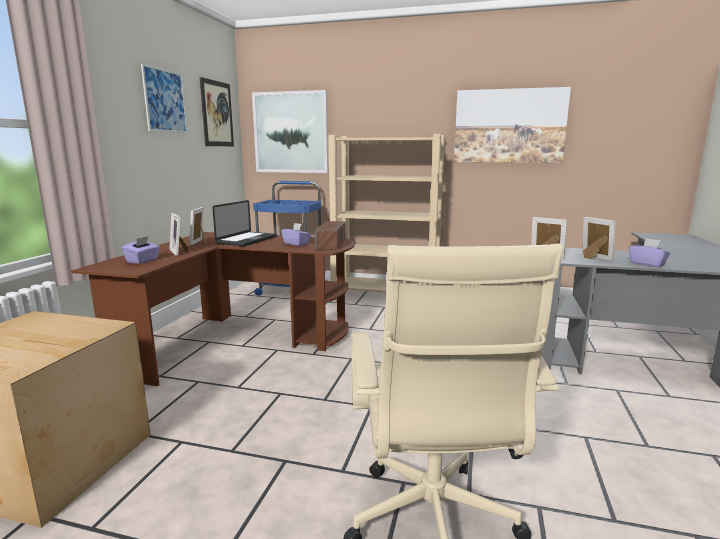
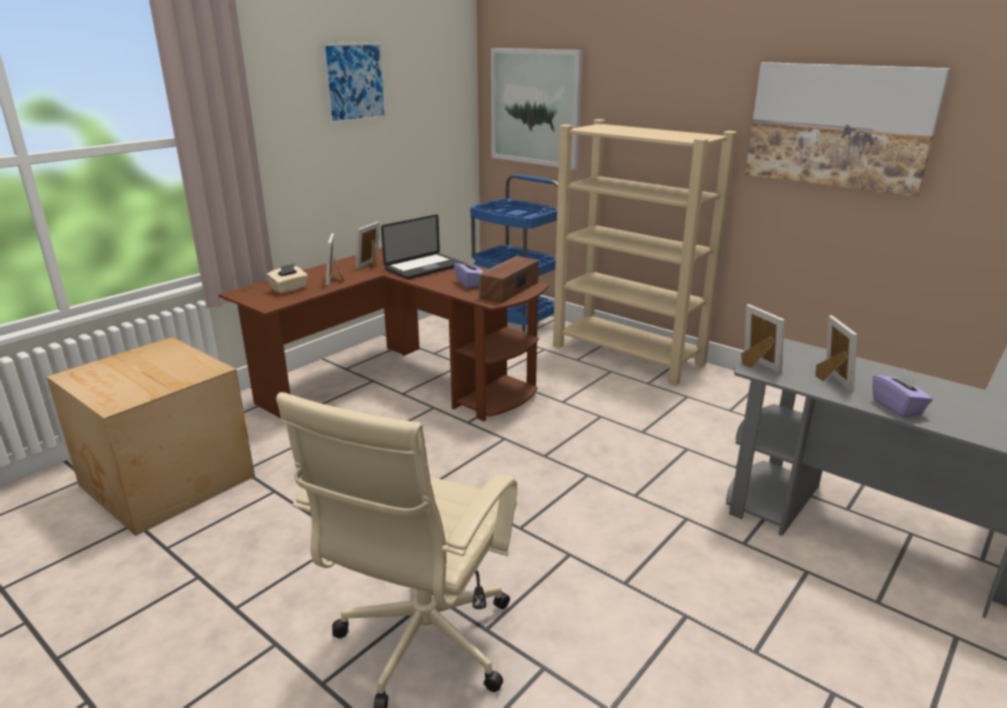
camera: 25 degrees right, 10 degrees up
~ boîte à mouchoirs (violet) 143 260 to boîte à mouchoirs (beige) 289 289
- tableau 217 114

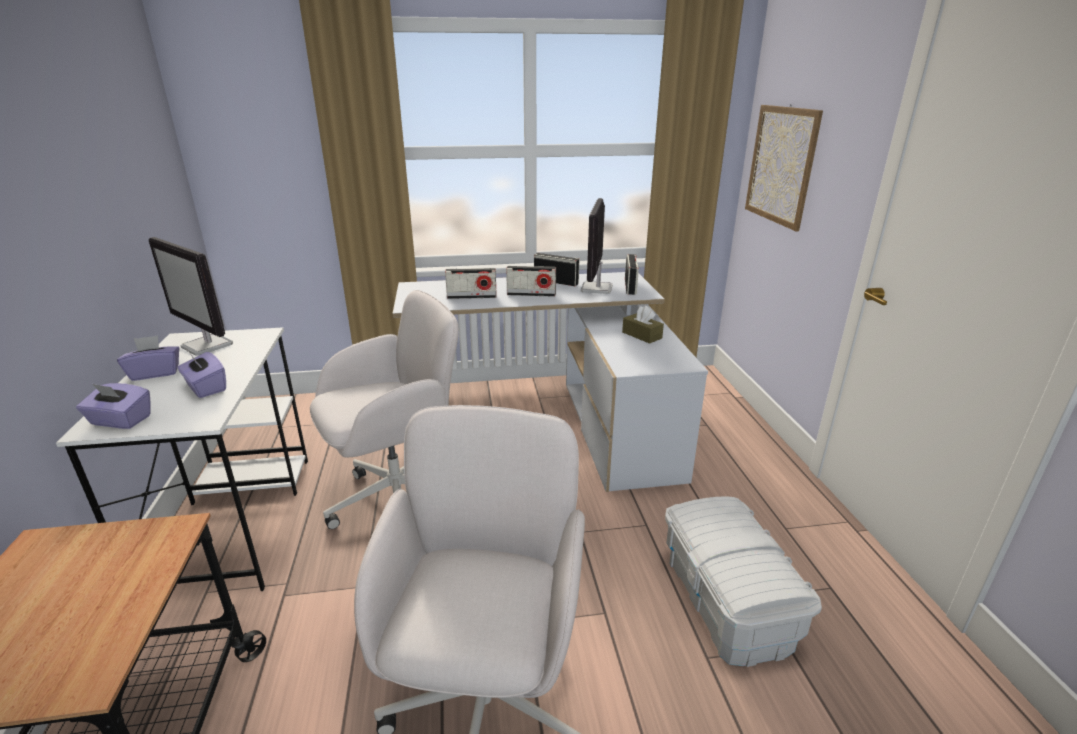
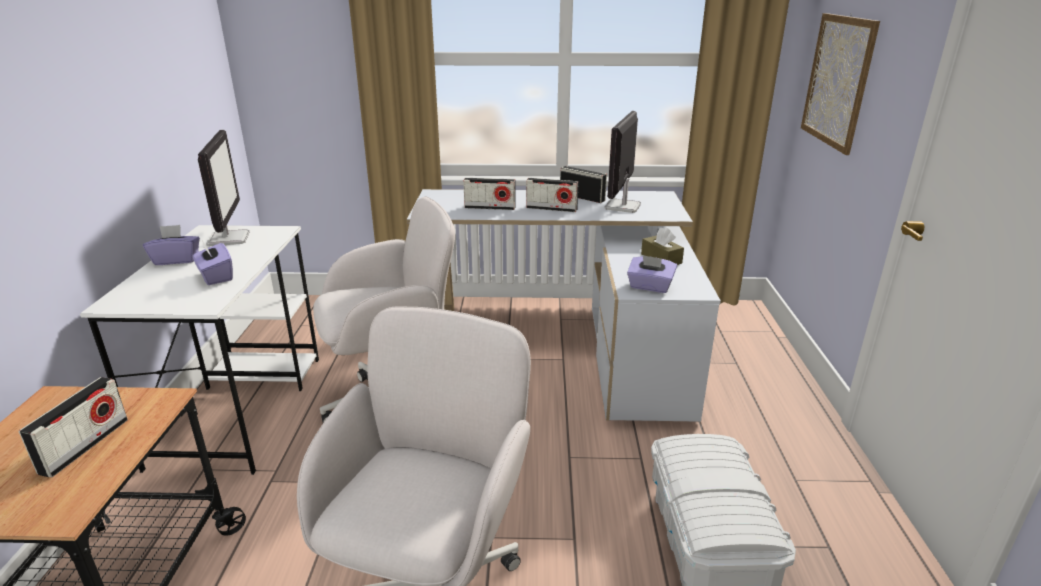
camera: 10 degrees right, 0 degrees up
~ boîte à mouchoirs (violet) 120 421 to 650 287
~ écran d'ordinateur 208 346 = 228 238 150 degrees counterclockwise
~ radio 630 286 to 85 446

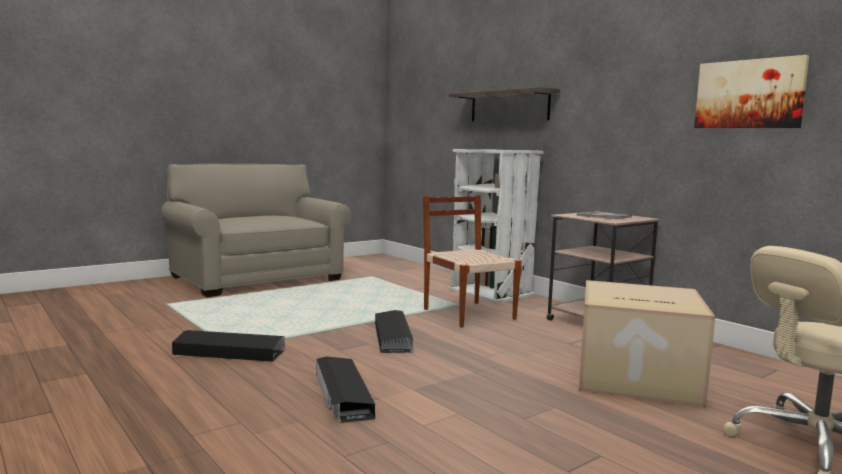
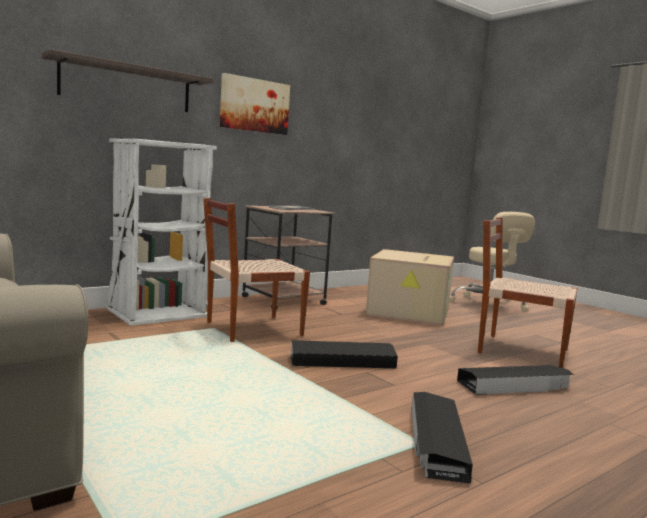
camera: 90 degrees left, 0 degrees up
~ tableau 749 94 to 254 105
+ chaise 520 351

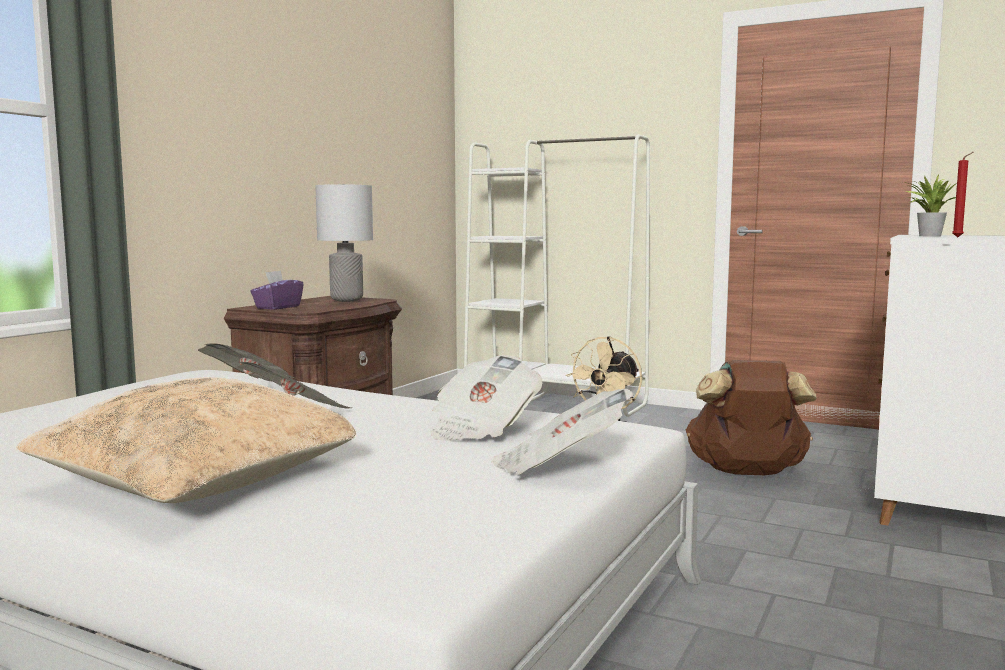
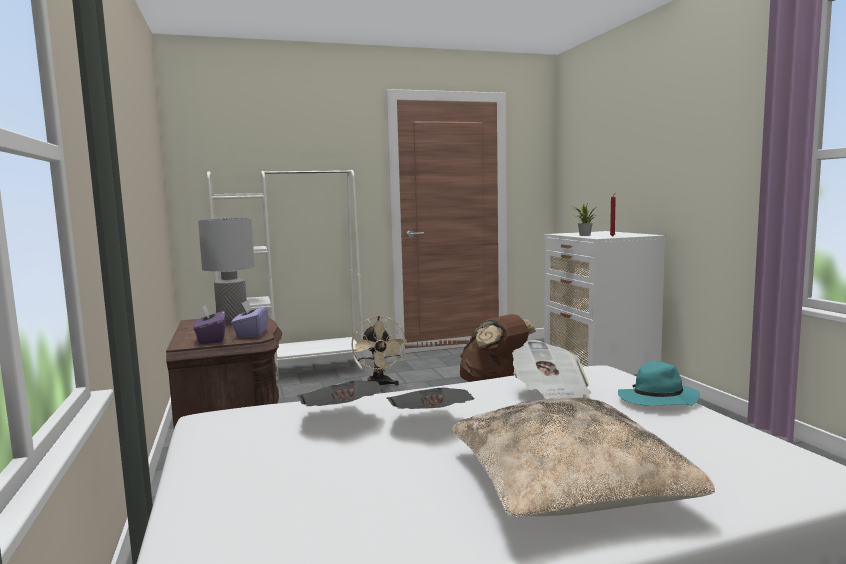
camera: 45 degrees left, 0 degrees up
~ journal 559 467 to chapeau (turquoise) 657 400
+ boîte à mouchoirs (violet) 251 334

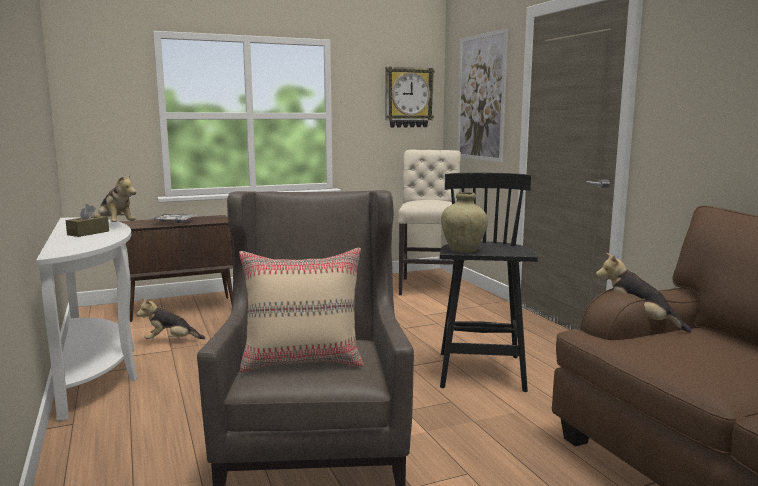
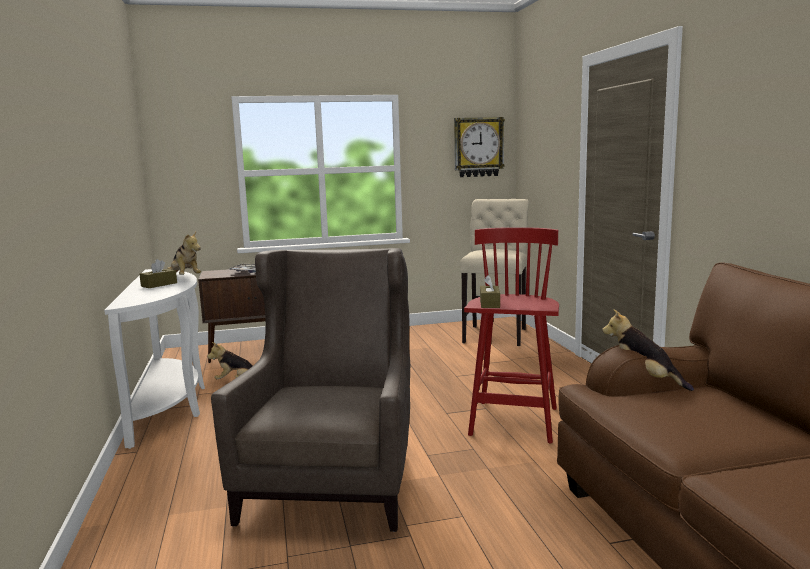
camera: 10 degrees right, 0 degrees up
- coussin (beige) 303 362
~ tabouret (noir) 481 373 to tabouret (rouge) 514 422
~ vase (beige) 463 250 to boîte à mouchoirs (marron) 489 303
- tableau 481 97

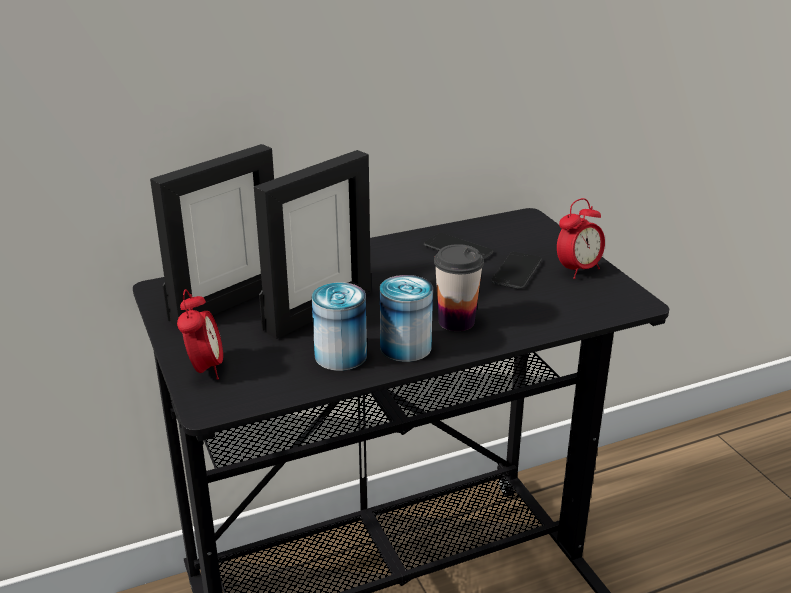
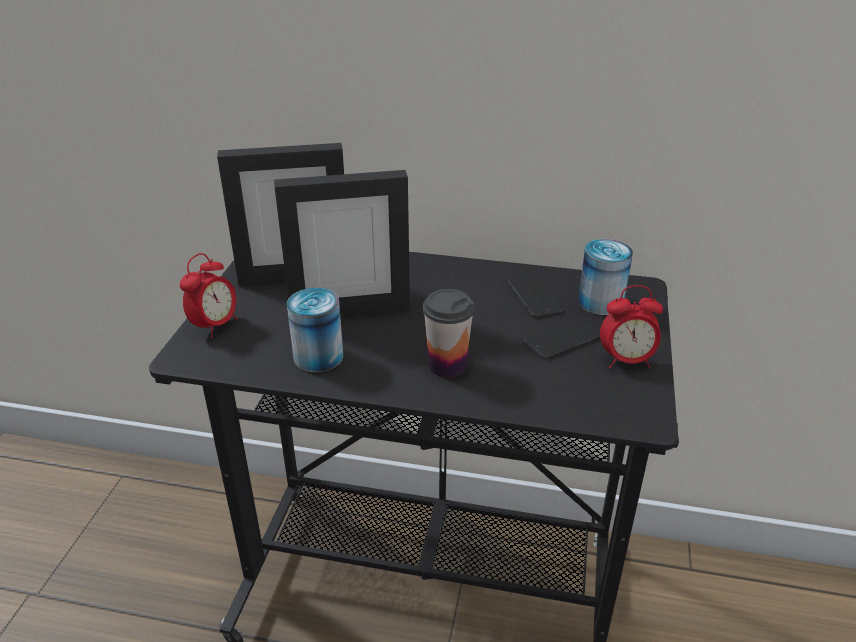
camera: 35 degrees right, 5 degrees up
~ boîte métallique 405 347 to 600 302

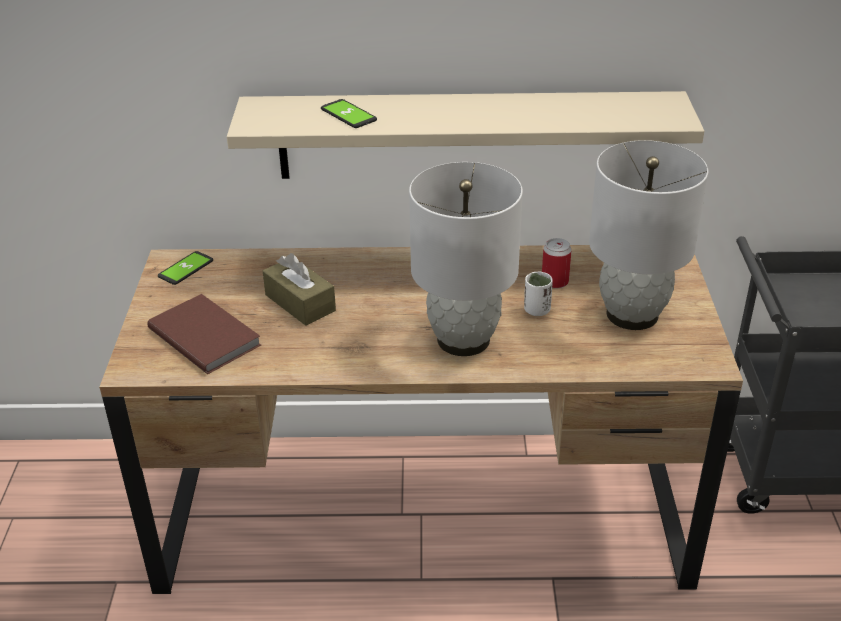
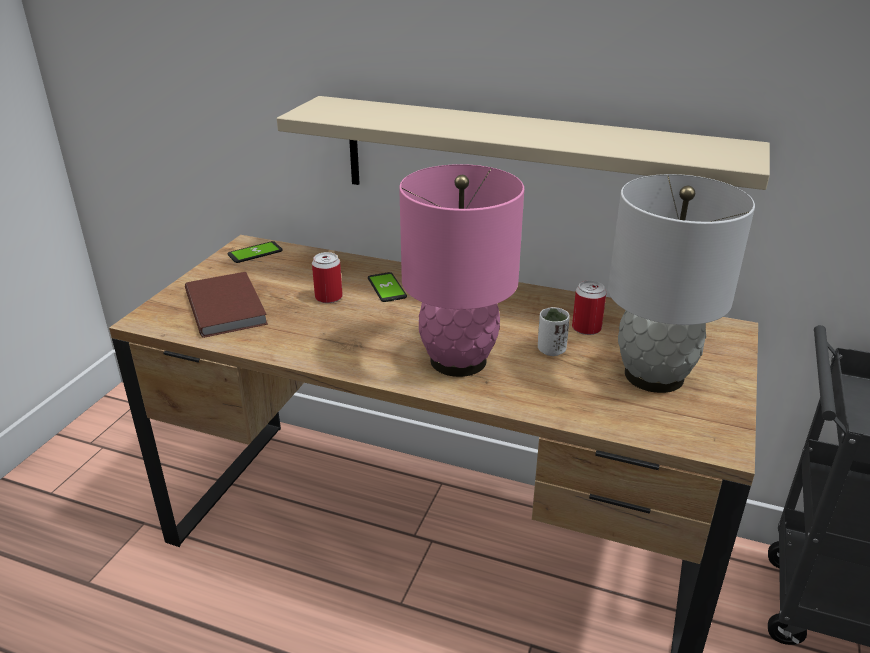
camera: 20 degrees right, 5 degrees down
~ boîte à mouchoirs (marron) 300 303 to boîte métallique 328 297
~ téléphone 348 115 to 387 288
~ lampe de table (blanc) 464 340 to lampe de table (rose) 458 361

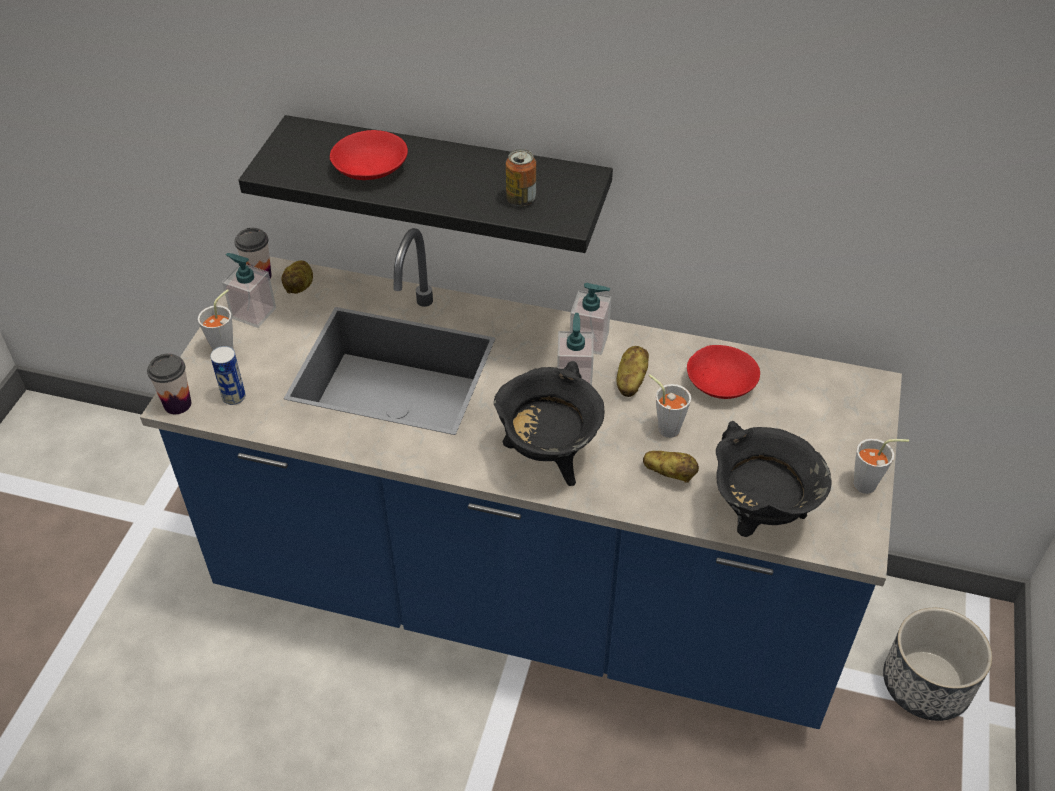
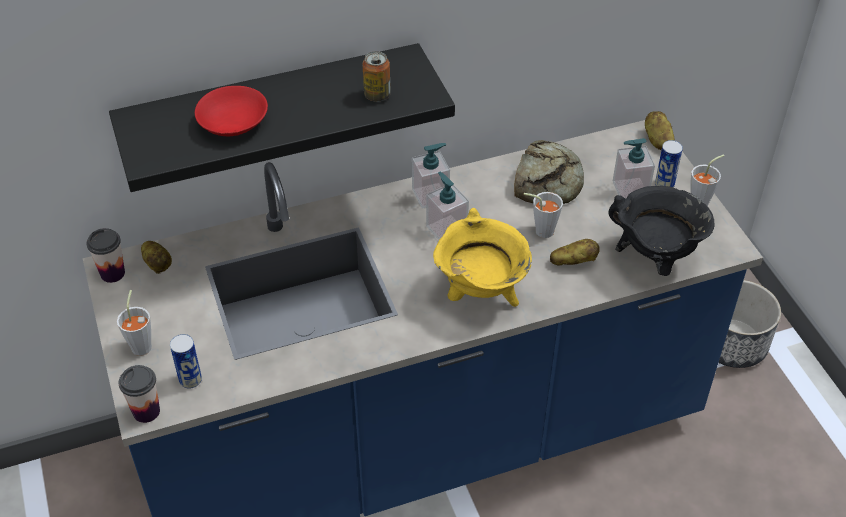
camera: 35 degrees left, 0 degrees up
~ distributeur de savon 253 313 to 630 189
~ marmite (noir) 549 456 to marmite (jaune) 481 294
~ pomme de terre 630 381 to 657 140
~ bol (rouge) 720 382 to pain 548 180
+ boîte métallique 664 184

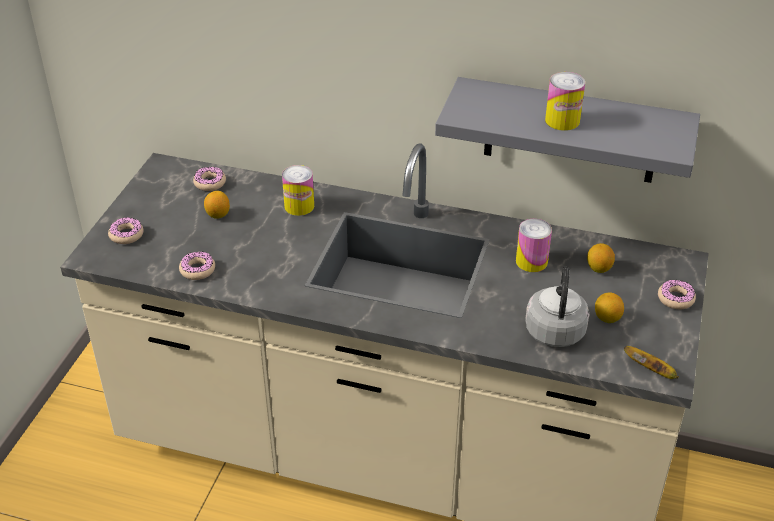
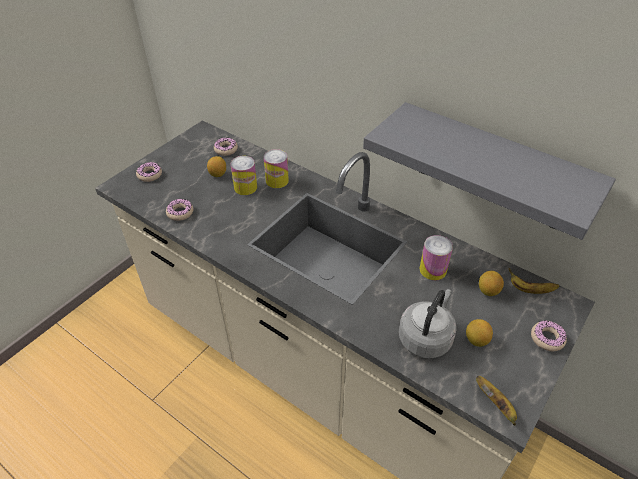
camera: 20 degrees right, 5 degrees up
~ boîte métallique 562 120 to 245 187
+ banane 529 290

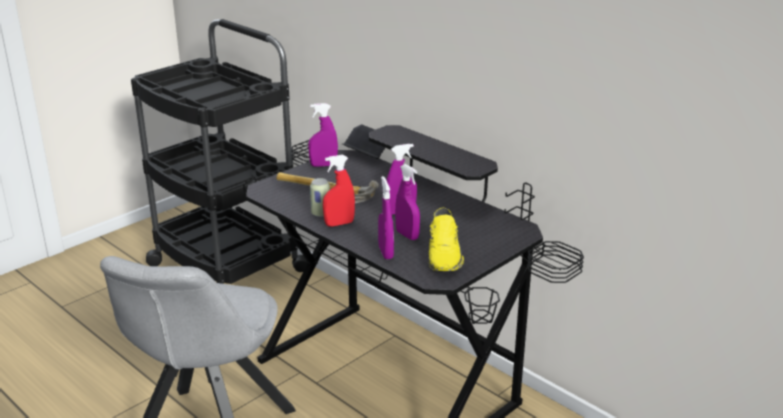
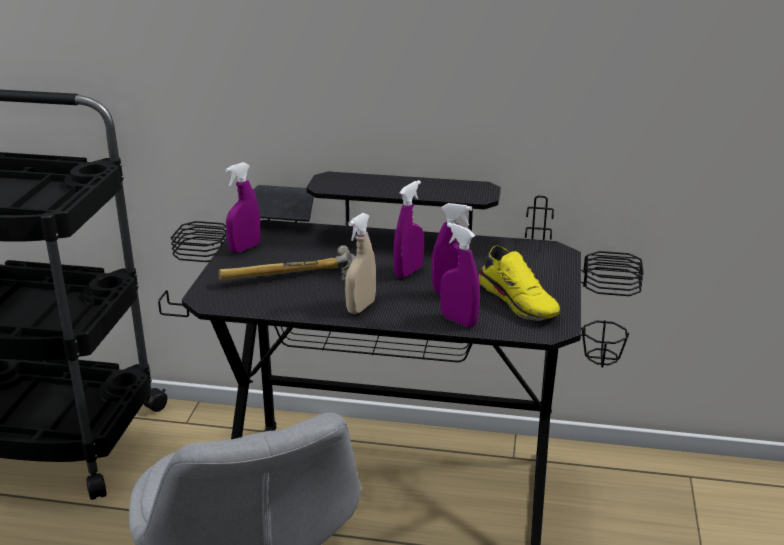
camera: 35 degrees left, 0 degrees up
- boîte métallique 320 213
~ vaporisateur (rouge) 339 223 to vaporisateur (beige) 361 307

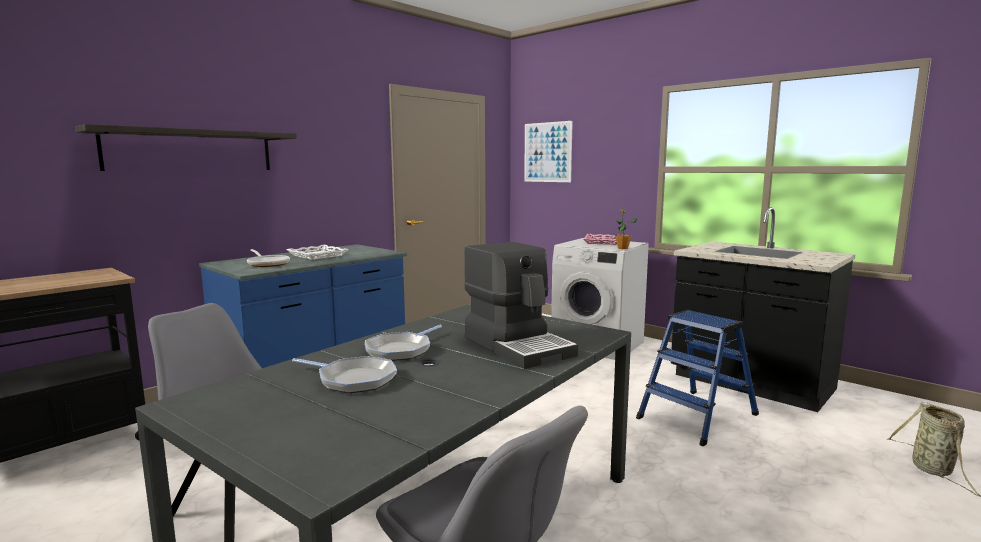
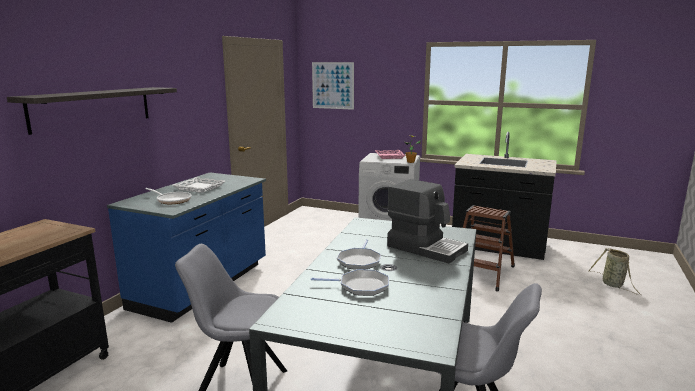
camera: 20 degrees left, 5 degrees up
~ escabeau (bleu) 698 416 to escabeau (marron) 483 272

